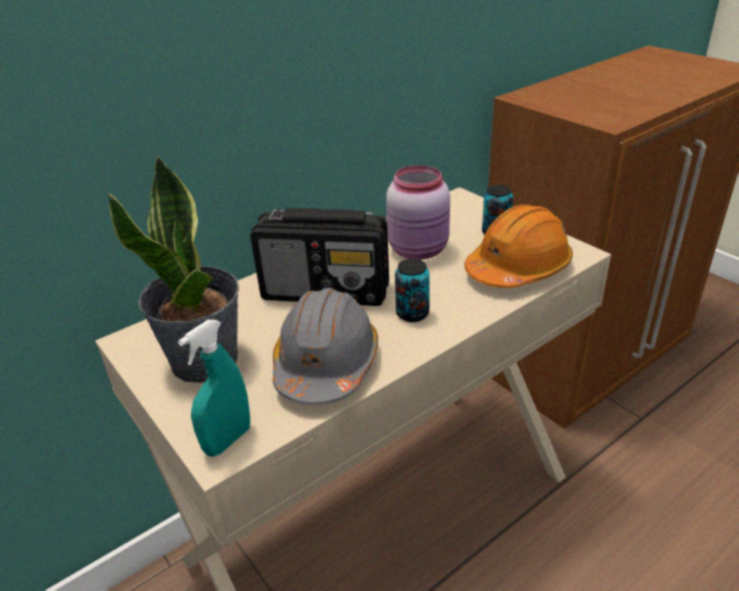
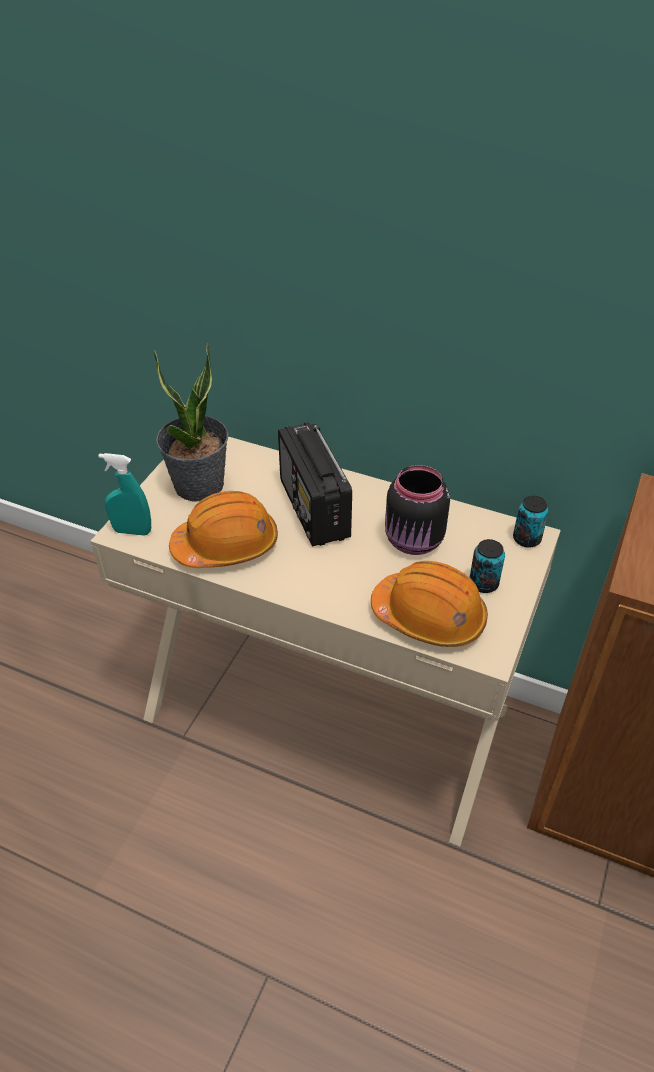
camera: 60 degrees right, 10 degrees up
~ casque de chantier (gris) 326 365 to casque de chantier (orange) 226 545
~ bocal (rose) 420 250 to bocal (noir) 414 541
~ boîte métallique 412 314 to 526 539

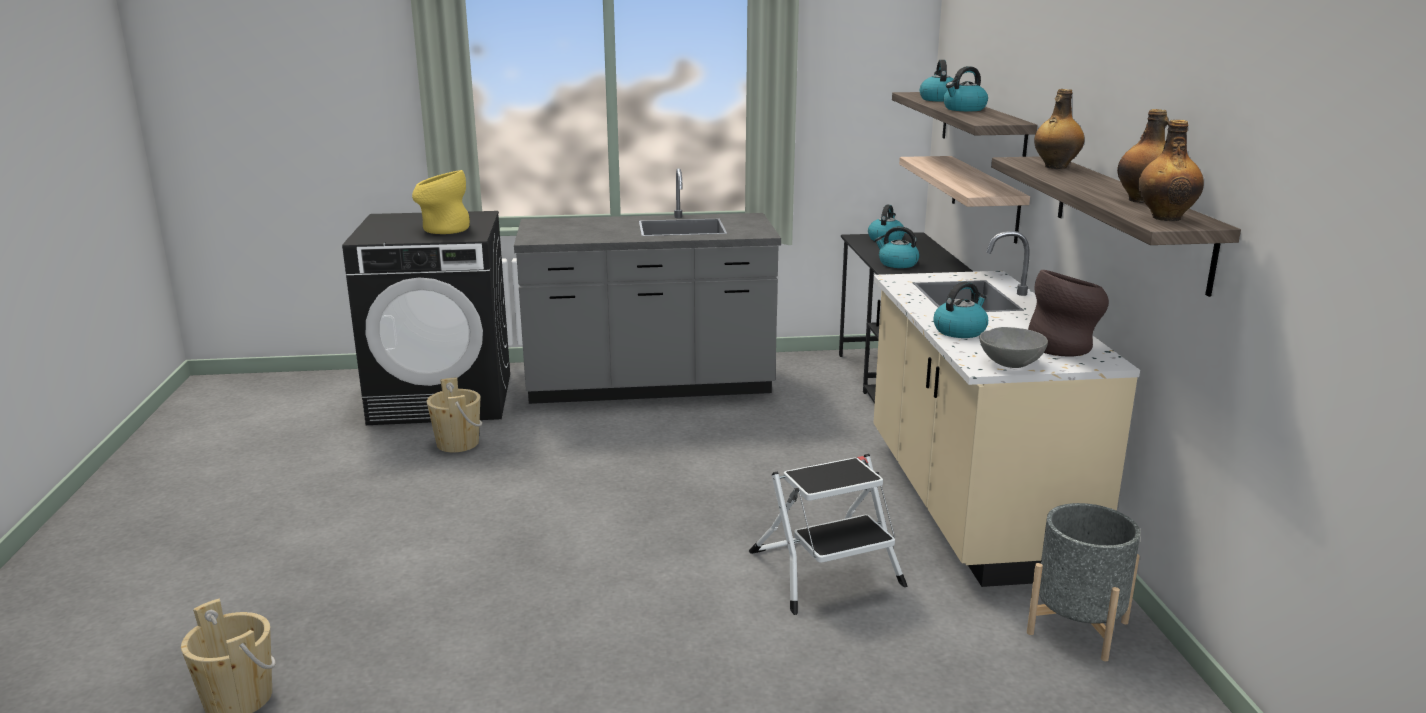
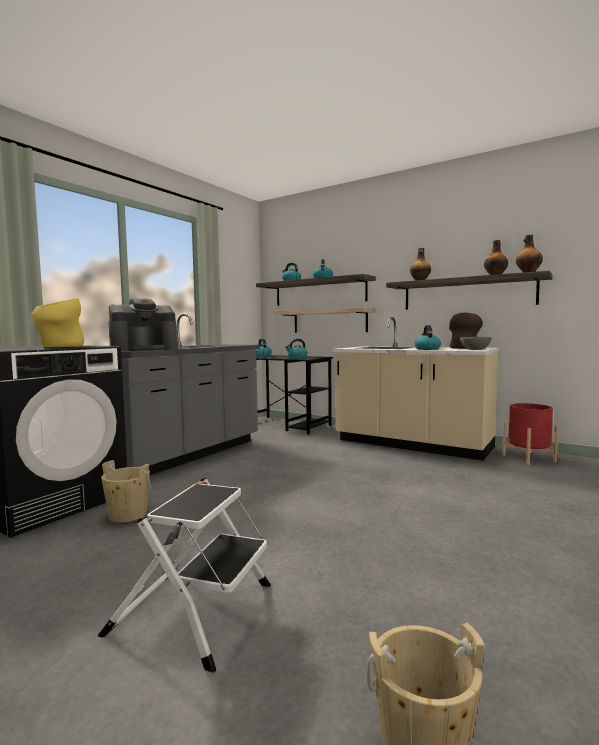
camera: 50 degrees left, 15 degrees down
~ escabeau 824 570 to 193 611
~ cache-pot (gris) 1077 627 to cache-pot (rouge) 528 458
+ machine à café 144 349

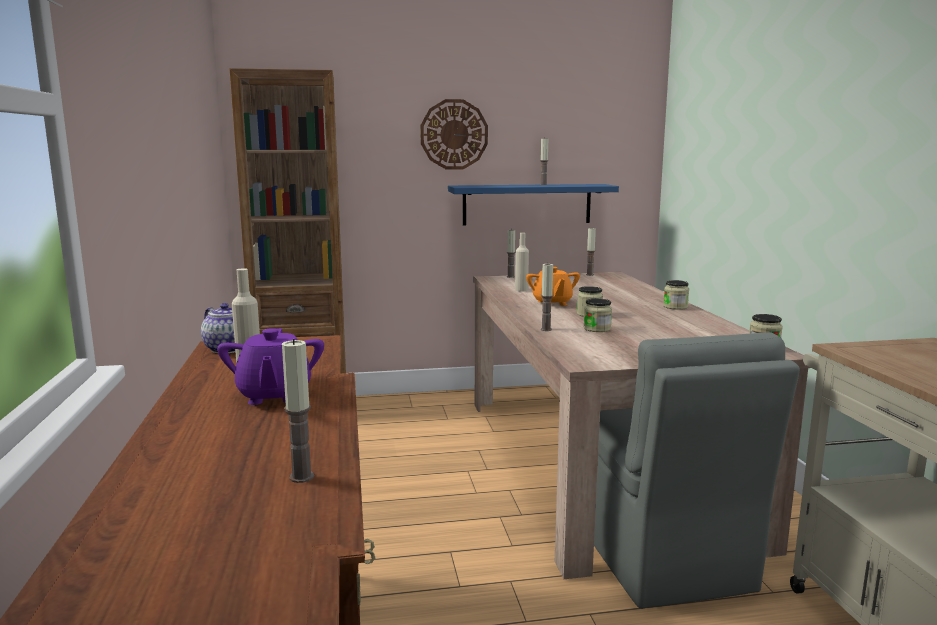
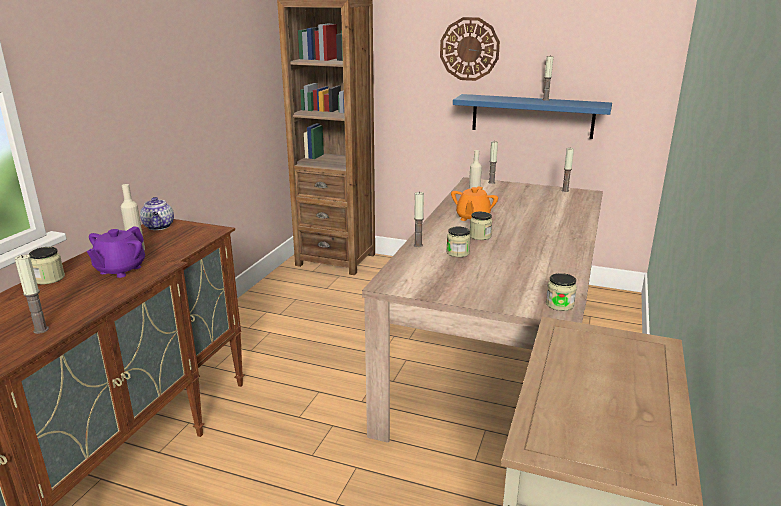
camera: 30 degrees right, 10 degrees up
- chaise (gris) 662 556
~ bocal 675 307 to 49 278

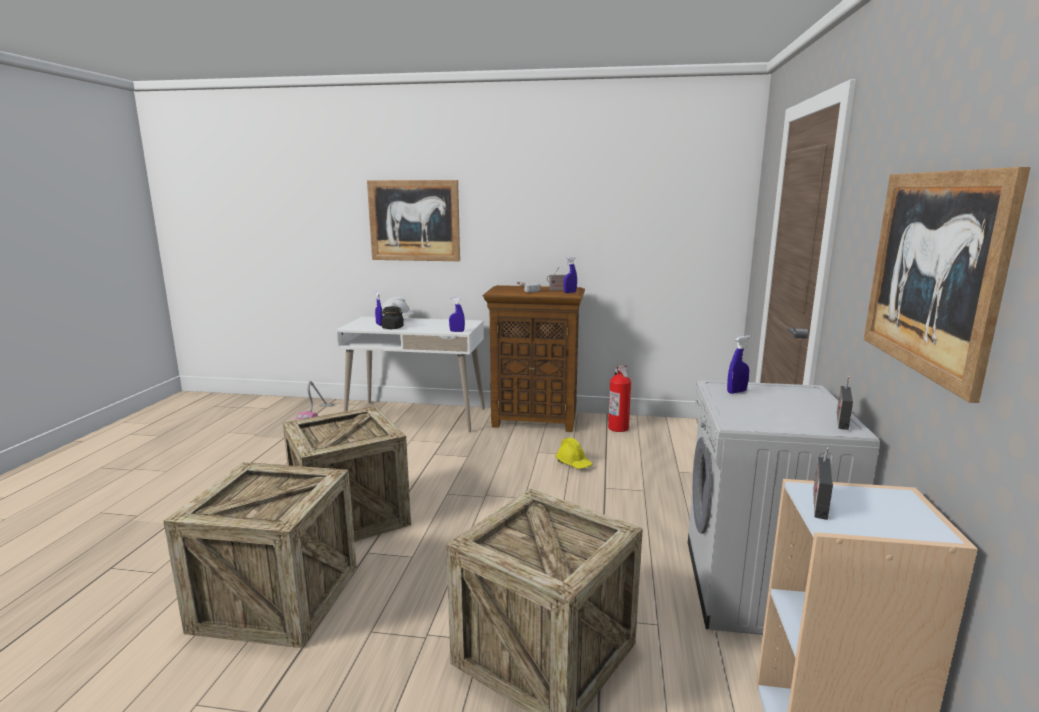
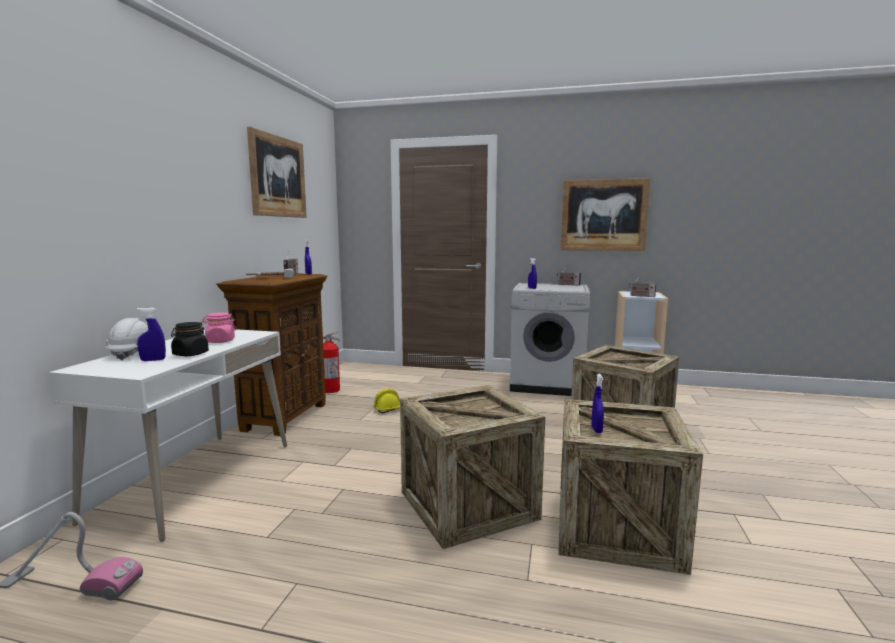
camera: 85 degrees left, 5 degrees down
~ tableau 414 220 to 278 176
~ vaporisateur (bleu) 457 331 to 596 430
+ bocal (rose) 220 341

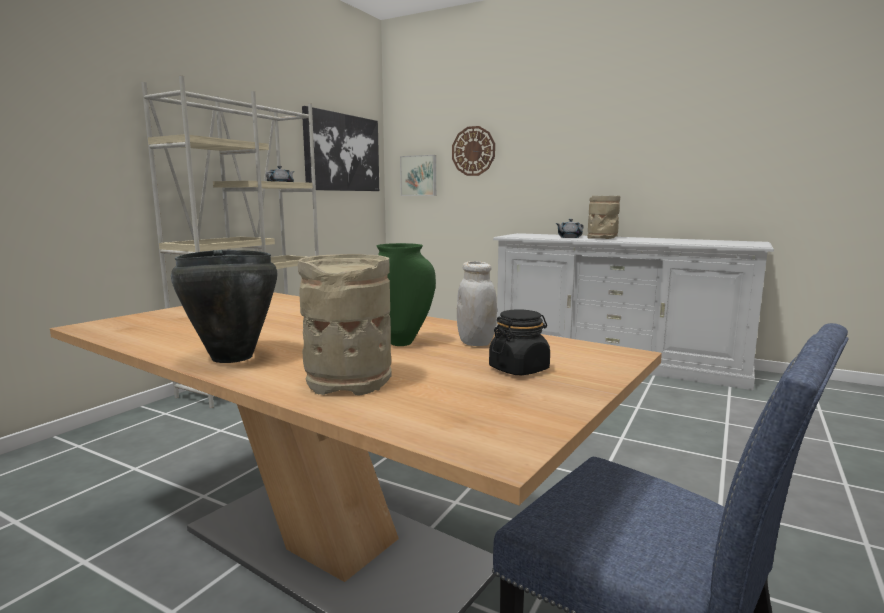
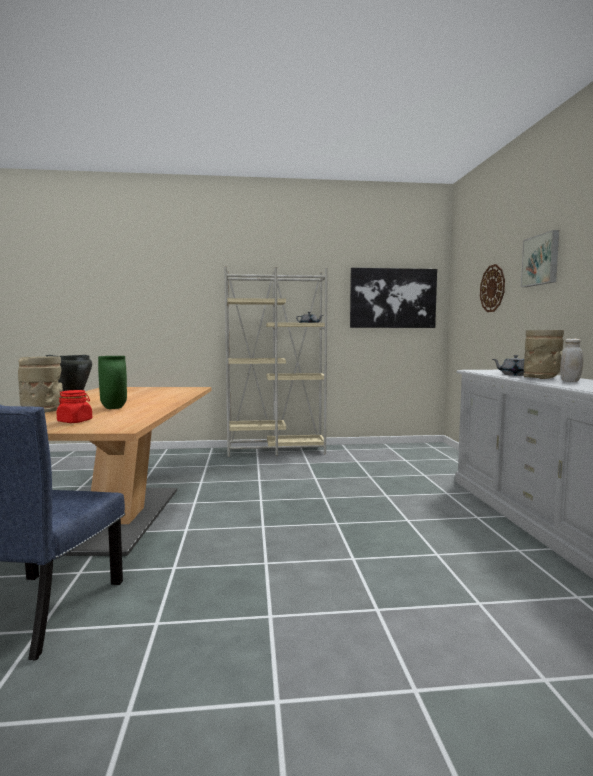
camera: 55 degrees right, 5 degrees down
~ tableau 419 175 to 541 260
~ bocal (blanc) 476 343 to 570 381
~ bocal (noir) 519 369 to bocal (rouge) 75 421

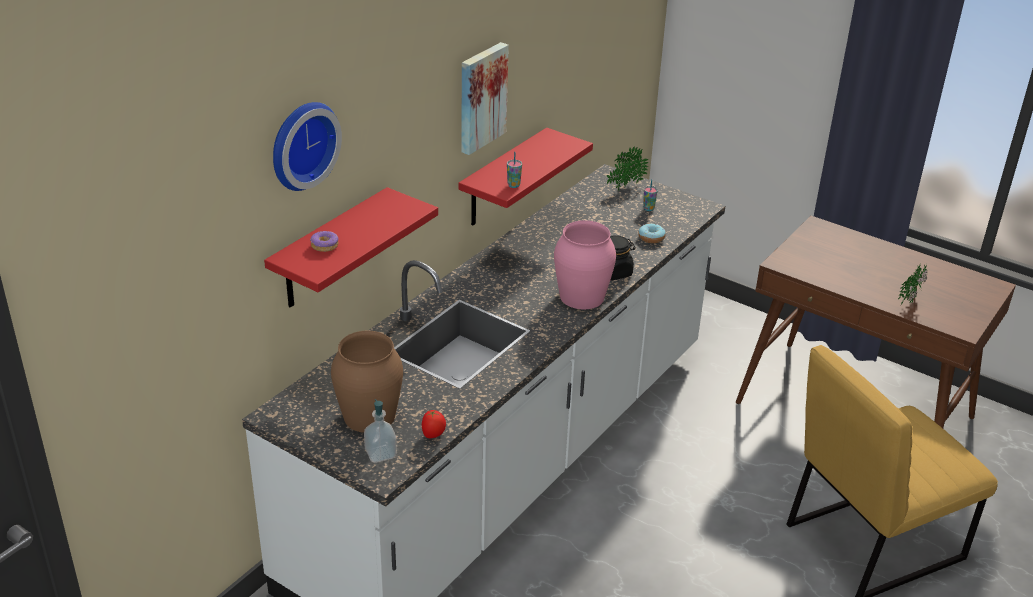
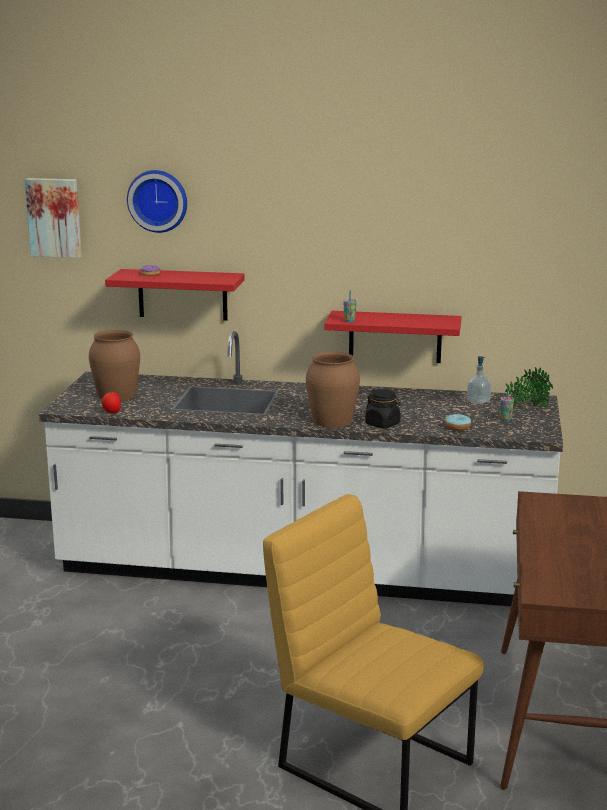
camera: 65 degrees right, 15 degrees down
~ distributeur de savon 380 454 to 478 401
~ tableau 480 97 to 54 217
~ vase (rose) 581 297 to vase (marron) 331 420
- plante en pot 909 300

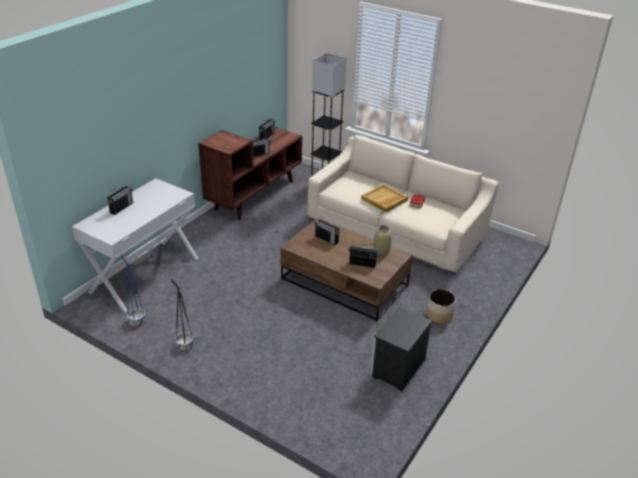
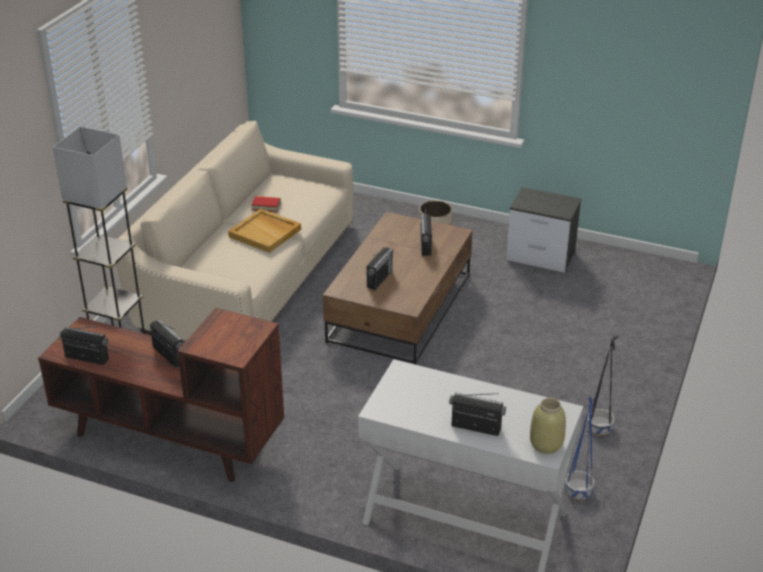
camera: 100 degrees left, 0 degrees up
~ vase (beige) 381 251 to 546 444

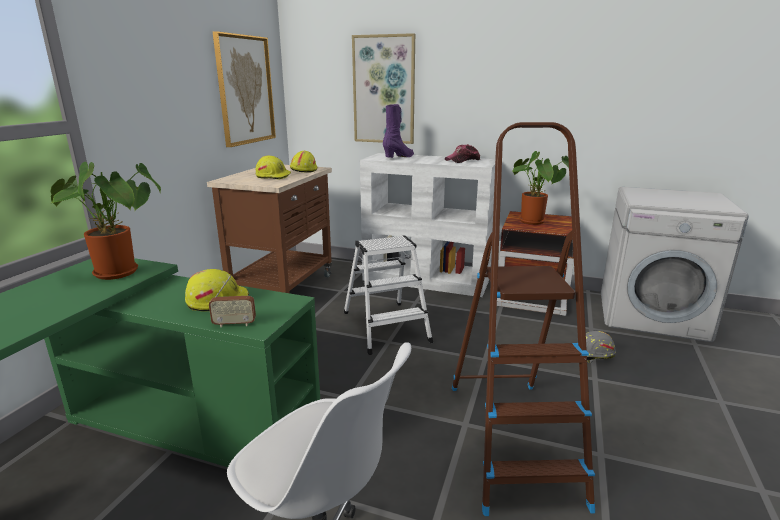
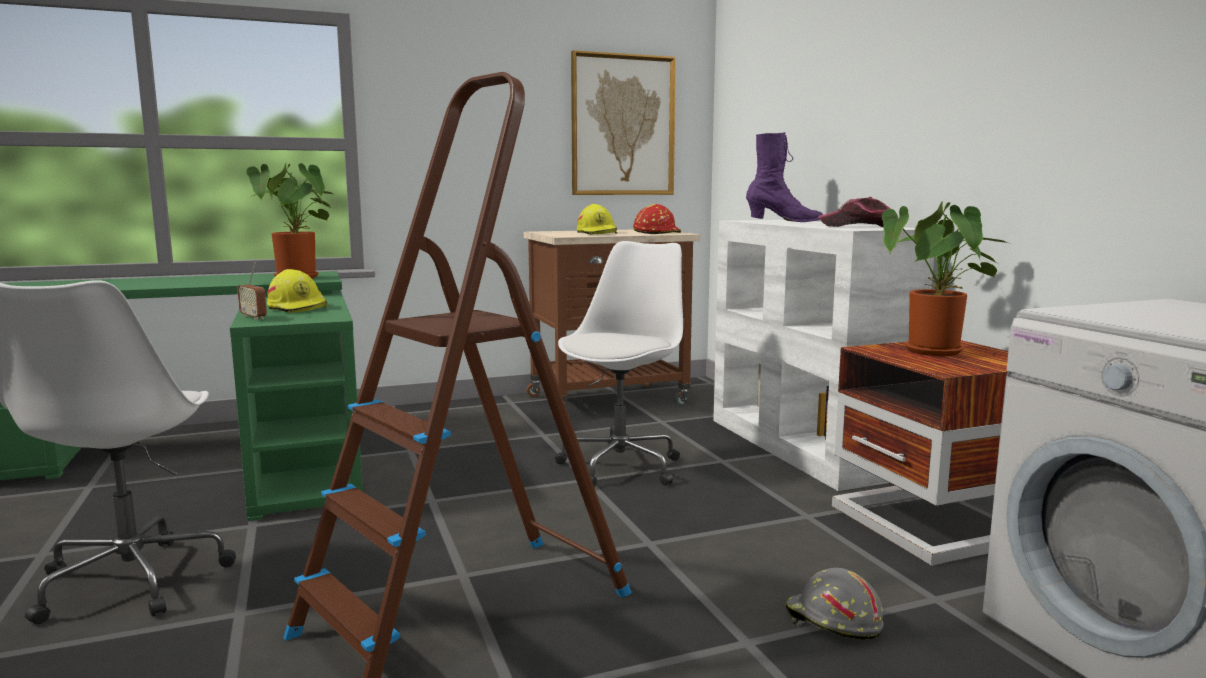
camera: 50 degrees right, 10 degrees down
~ casque de chantier (jaune) 303 170 to casque de chantier (rouge) 656 233
~ escabeau (blanc) 385 326 to chaise de bureau (blanc) 621 466
- tableau 384 90

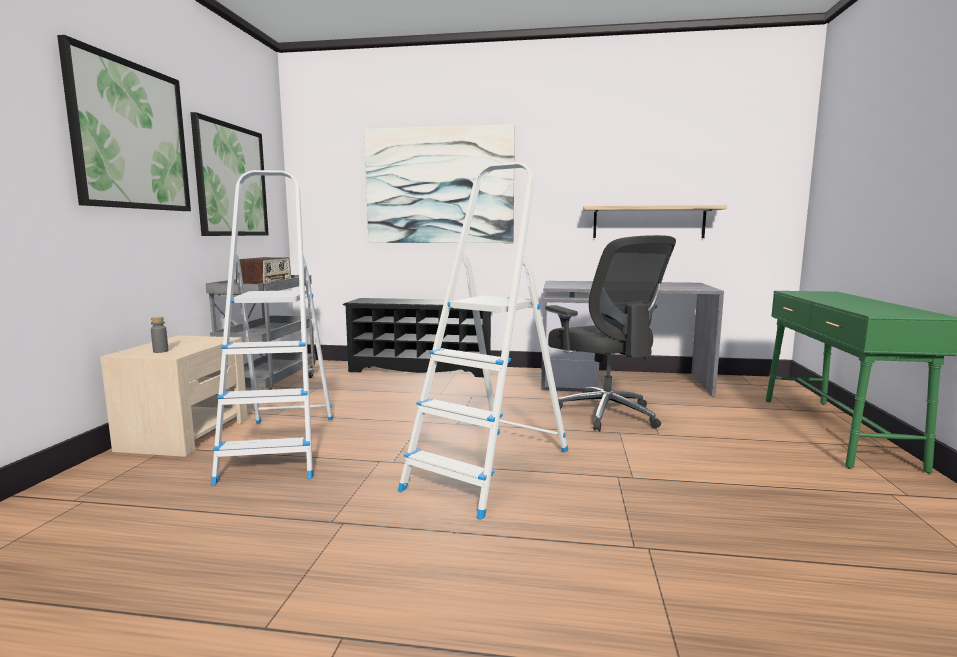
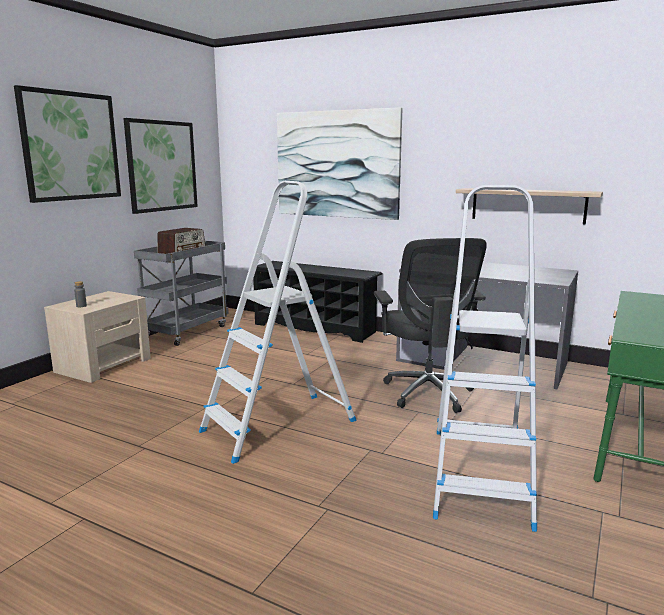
camera: 20 degrees right, 5 degrees up
~ escabeau (blanc) 281 447 to 479 474

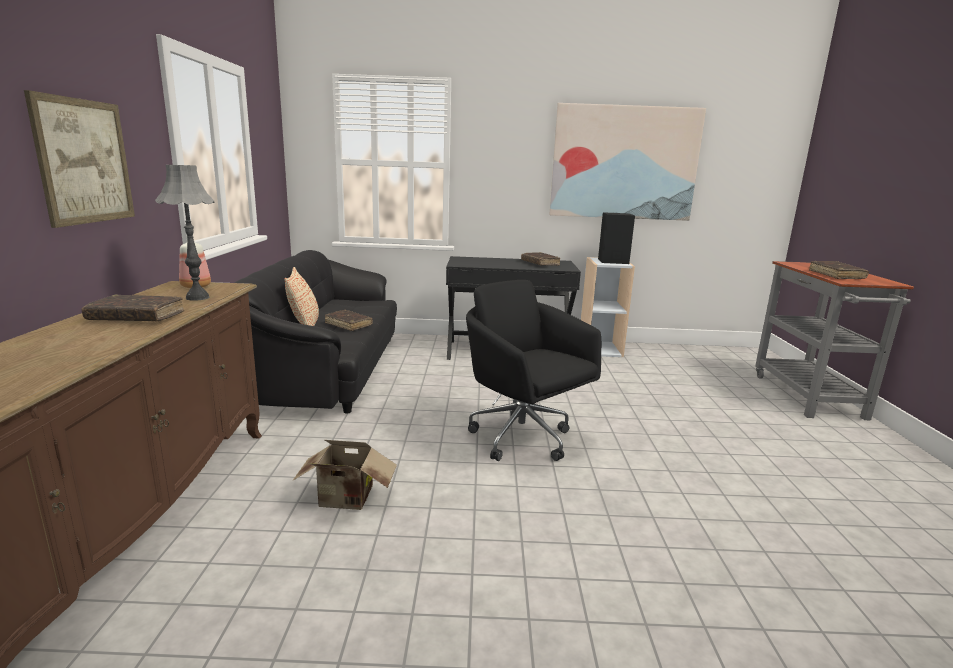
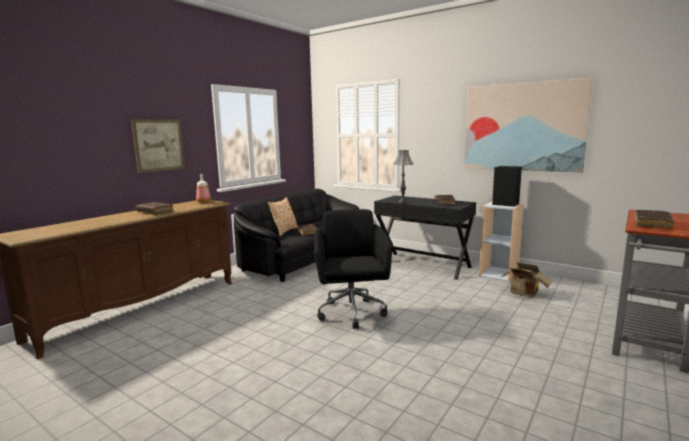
camera: 35 degrees right, 5 degrees down
~ lampe de table (gris) 198 298 to 403 202
~ carton 346 500 to 524 293

